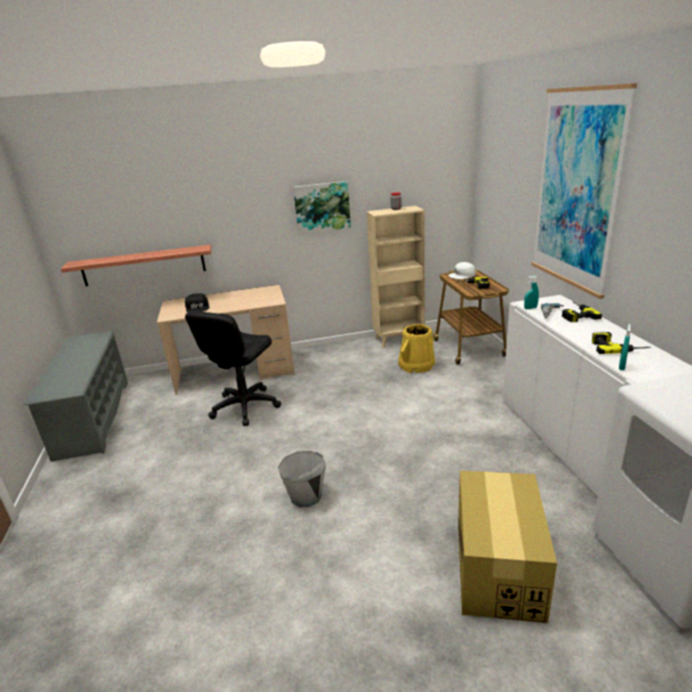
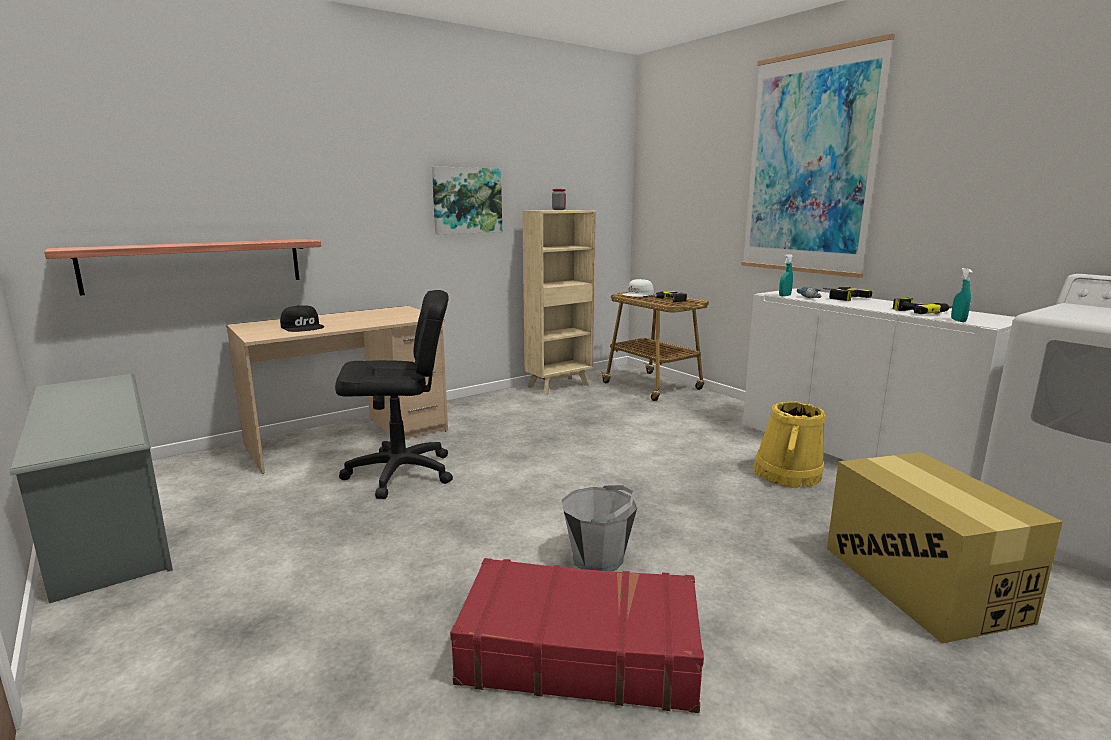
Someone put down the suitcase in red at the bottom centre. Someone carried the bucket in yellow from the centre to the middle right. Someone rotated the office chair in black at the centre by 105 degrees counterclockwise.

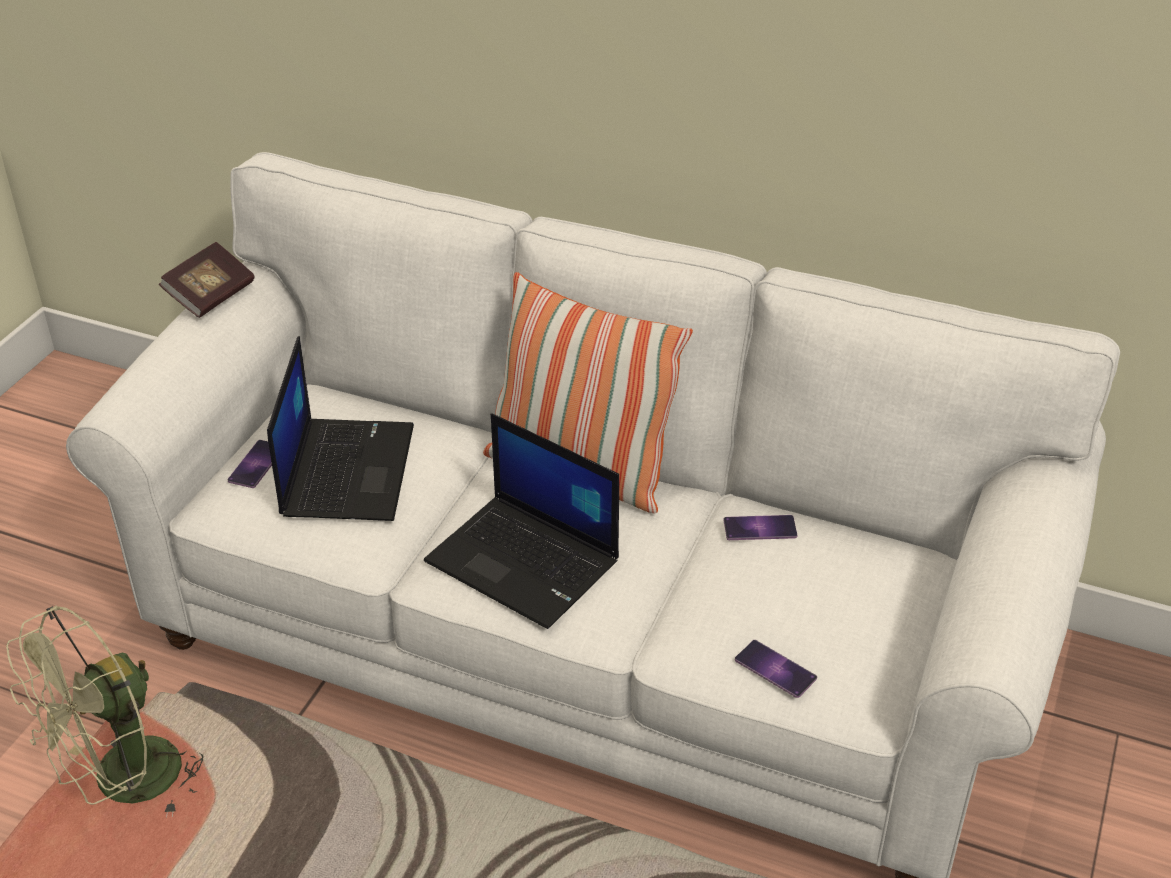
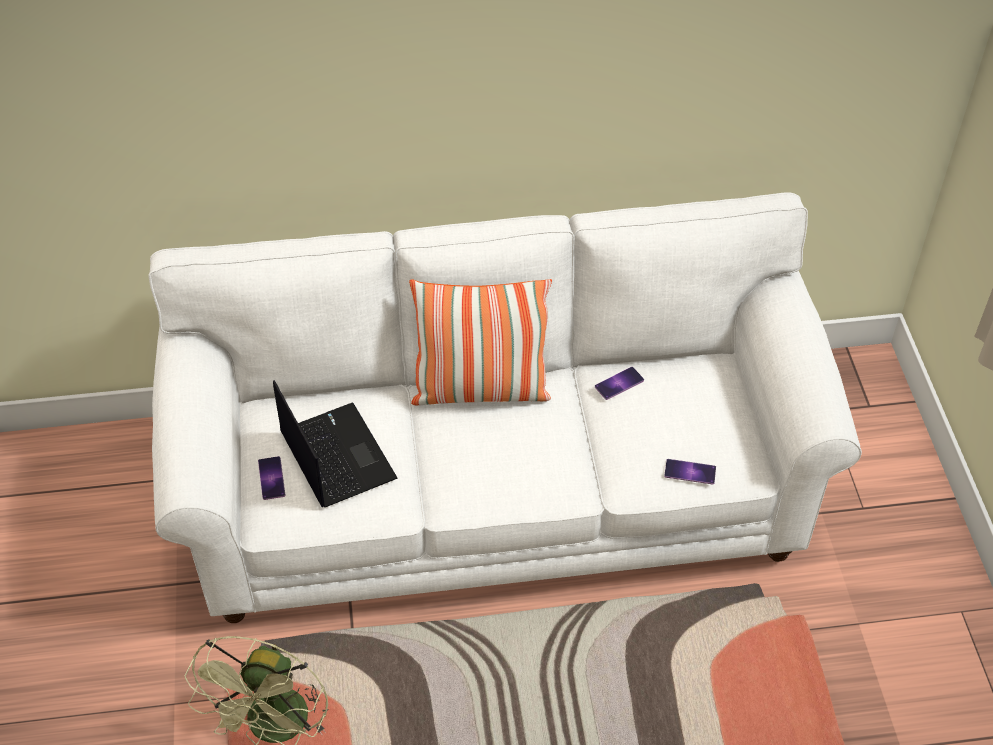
Someone took away the book at the top left. Someone took away the laptop (no. 2 from left) at the centre.

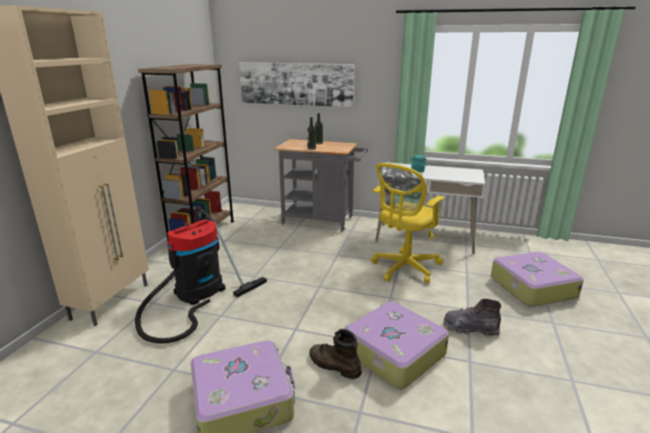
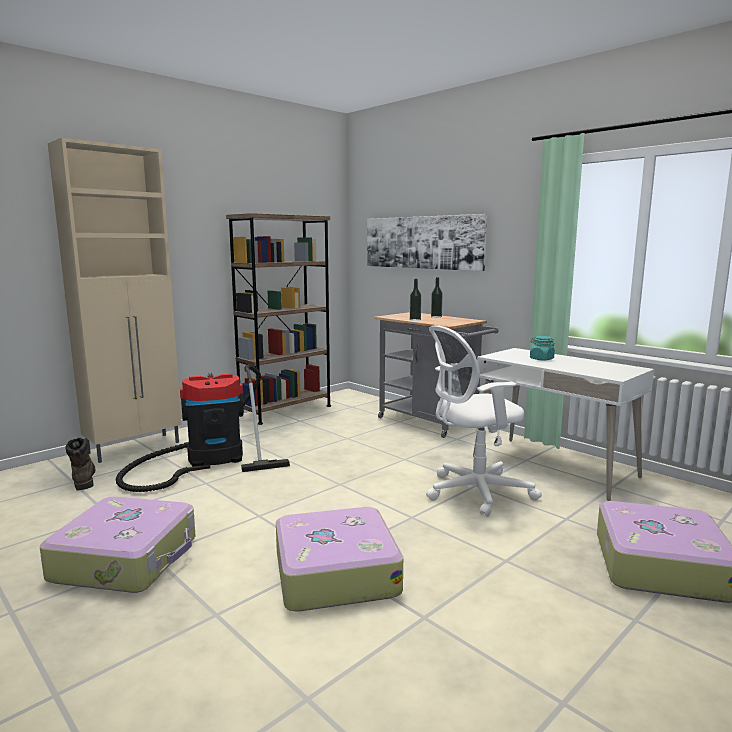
Someone took away the boot in grey at the bottom right. Someone carried the boot in brown from the bottom centre to the middle left. Someone repainted the office chair in yellow at the centre, which became the office chair in white at the centre.

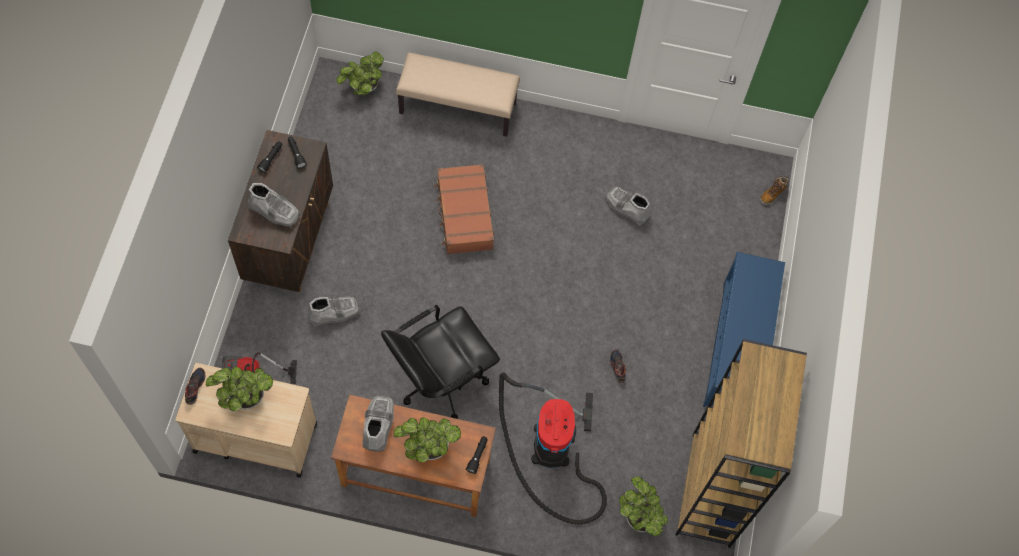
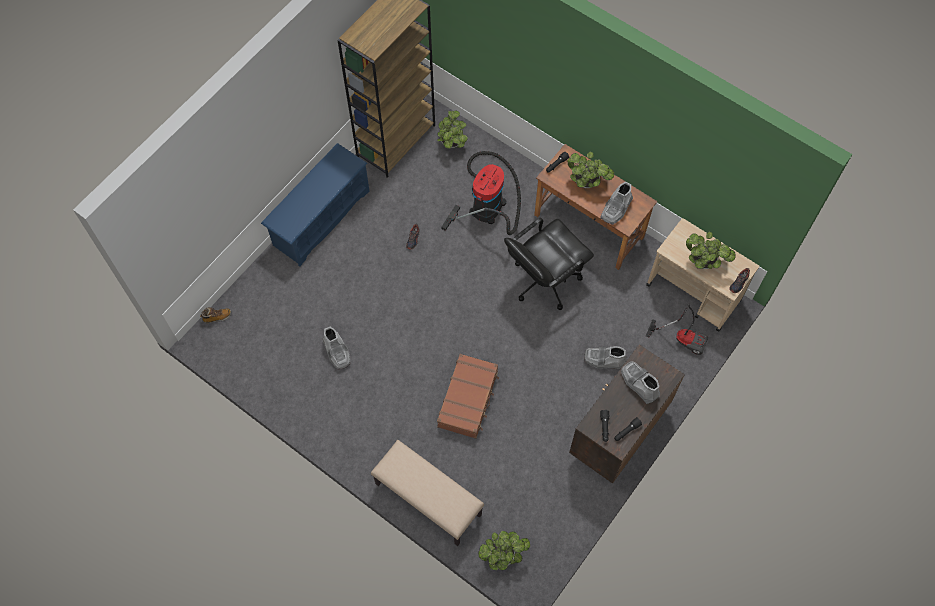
Someone rotated the office chair in black at the centre by 150 degrees clockwise.

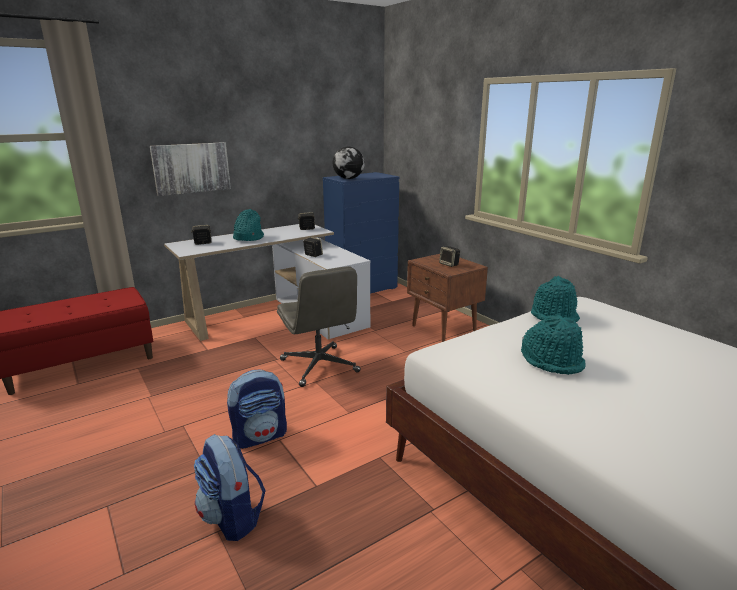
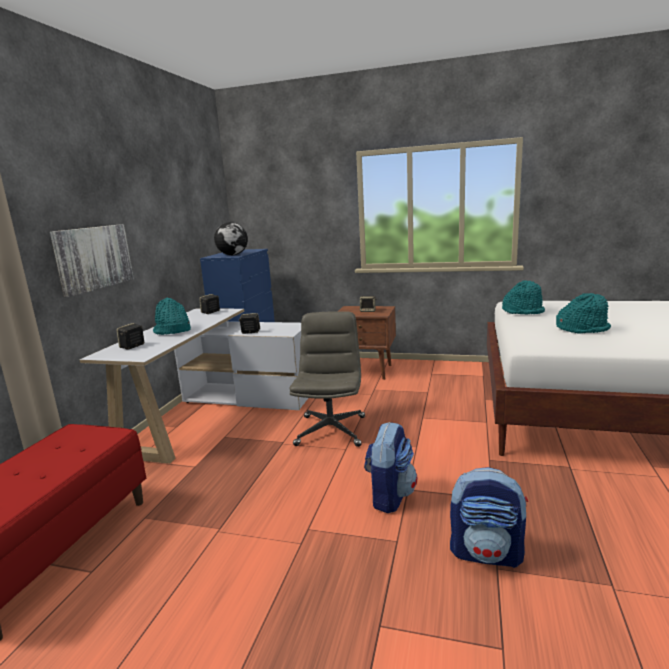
Someone rotated the office chair in grey at the centre by 105 degrees counterclockwise.

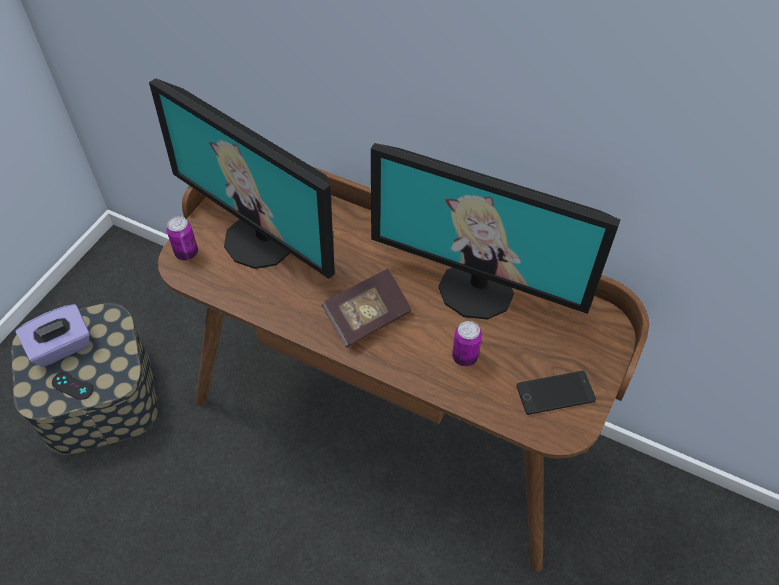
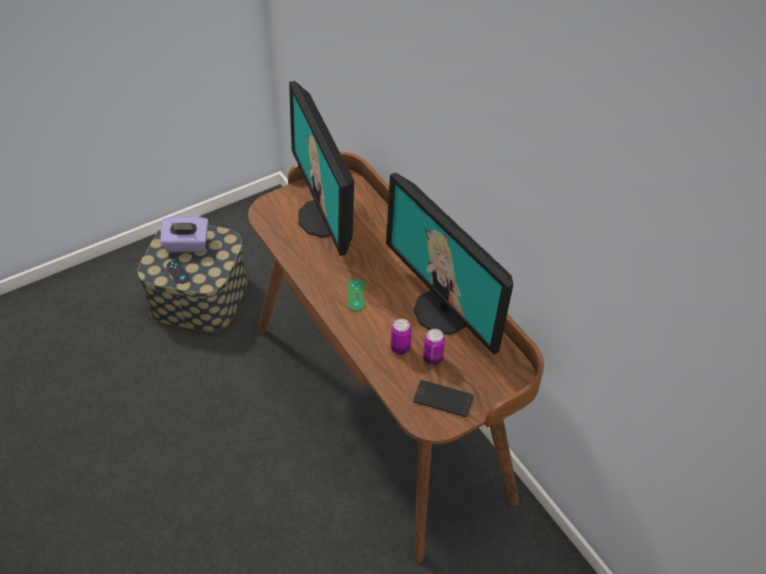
Someone carried the can (no. 1 from left in the first image) from the middle left to the centre. Someone swapped the book at the centre for the game controller in green at the centre.

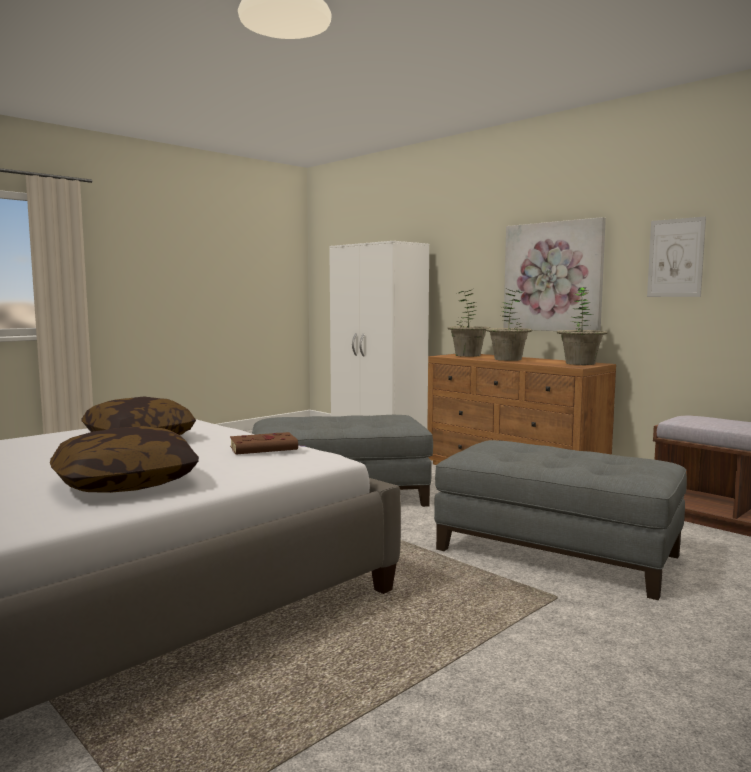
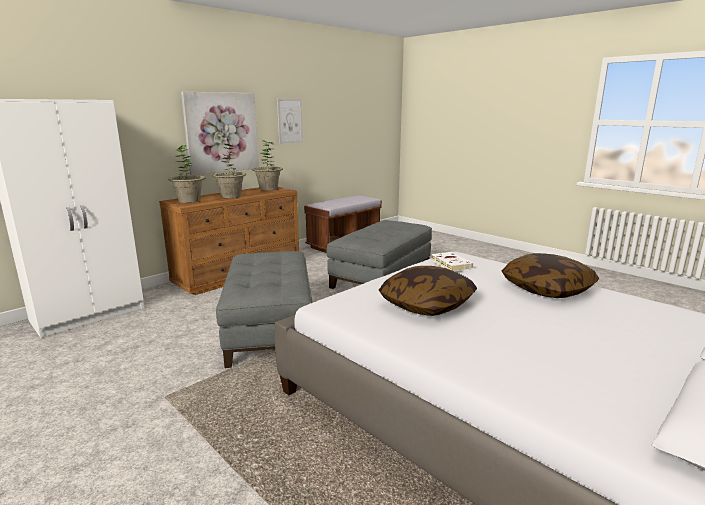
Someone repainted the book in brown at the centre, which became the book in white at the centre.

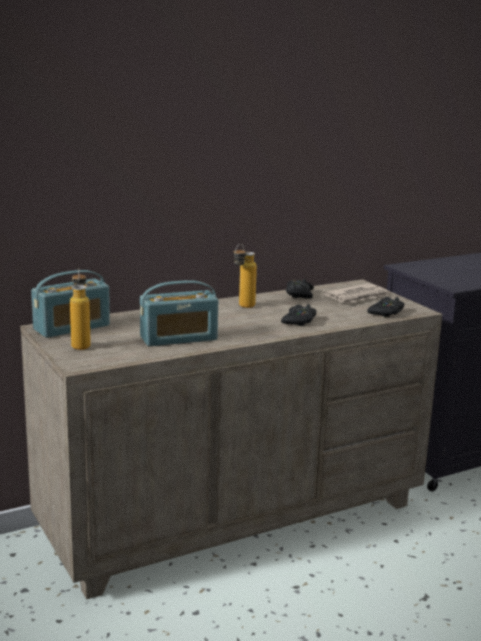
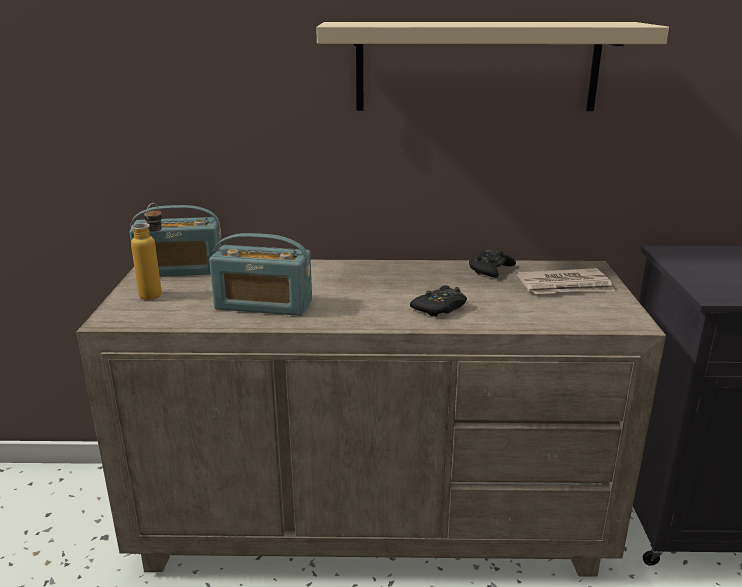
Someone took away the bottle (no. 2 from left) at the centre. Someone took away the game controller in black (no. 3 from left) at the middle right. Someone put up the shelf in beige at the top centre.

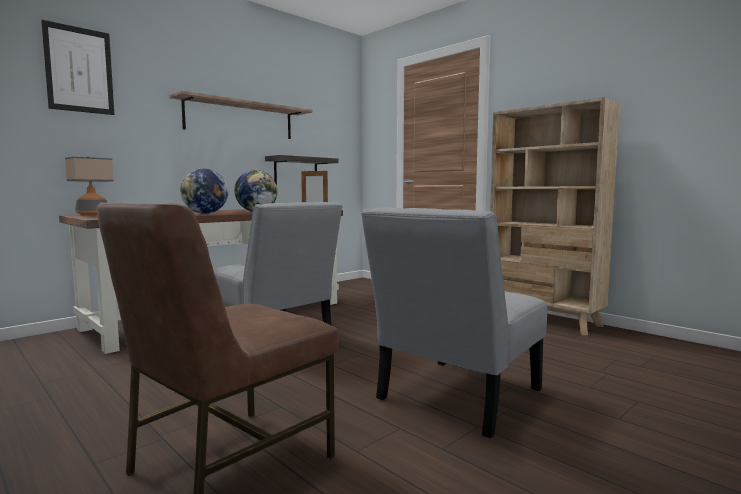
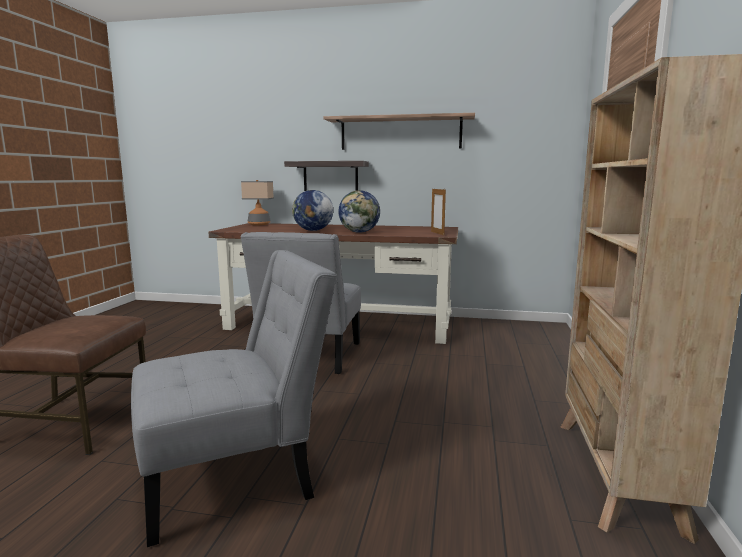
Someone took away the picture at the top left. Someone carried the shelf (no. 2 from left in the first image) from the centre to the top centre. Someone rotated the chair in grey (no. 2 from left in the first image) at the centre by 150 degrees clockwise.

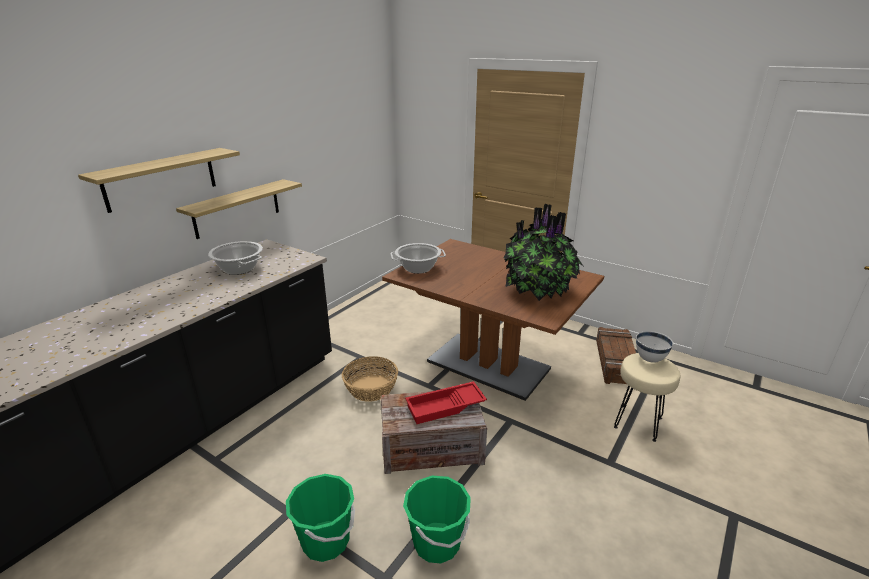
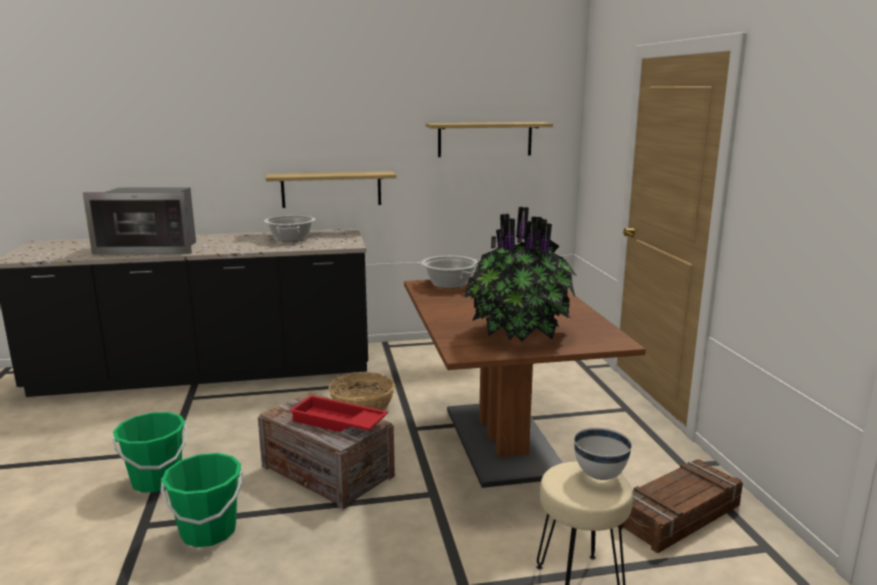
Someone put down the microwave at the middle left. Someone carried the shelf (no. 1 from left in the first image) from the top left to the top centre.

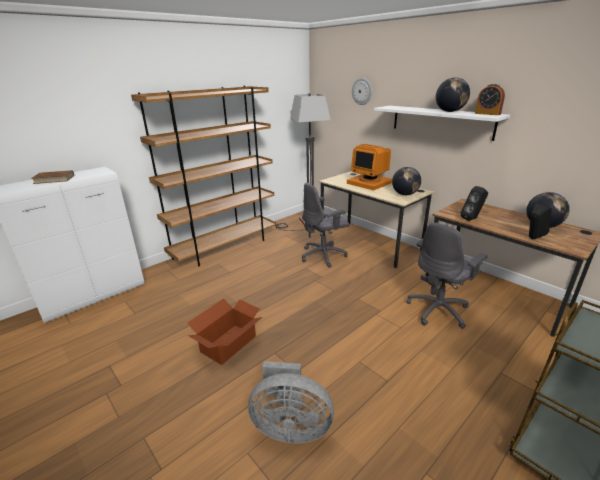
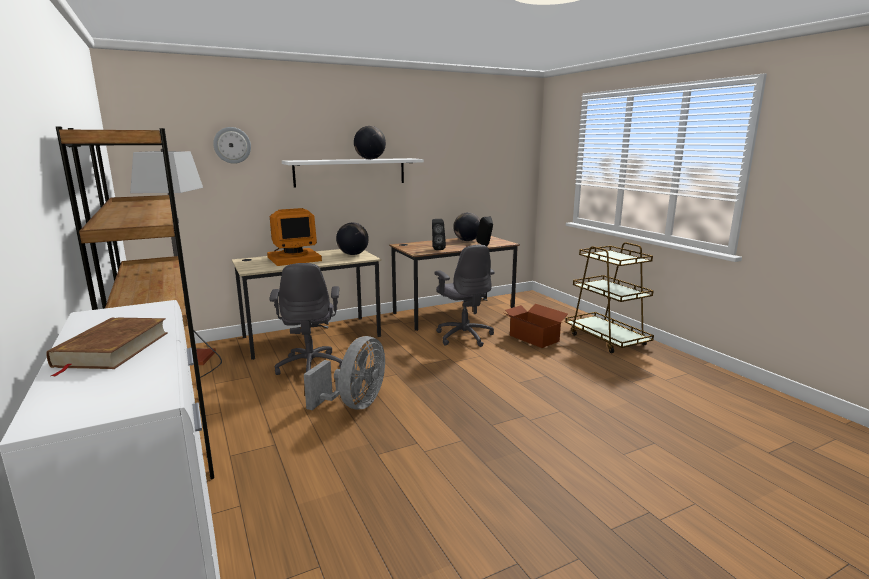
Someone took away the alarm clock at the top right. Someone carried the cardboard box from the bottom centre to the centre. Someone carried the fan in grey from the bottom centre to the centre.

